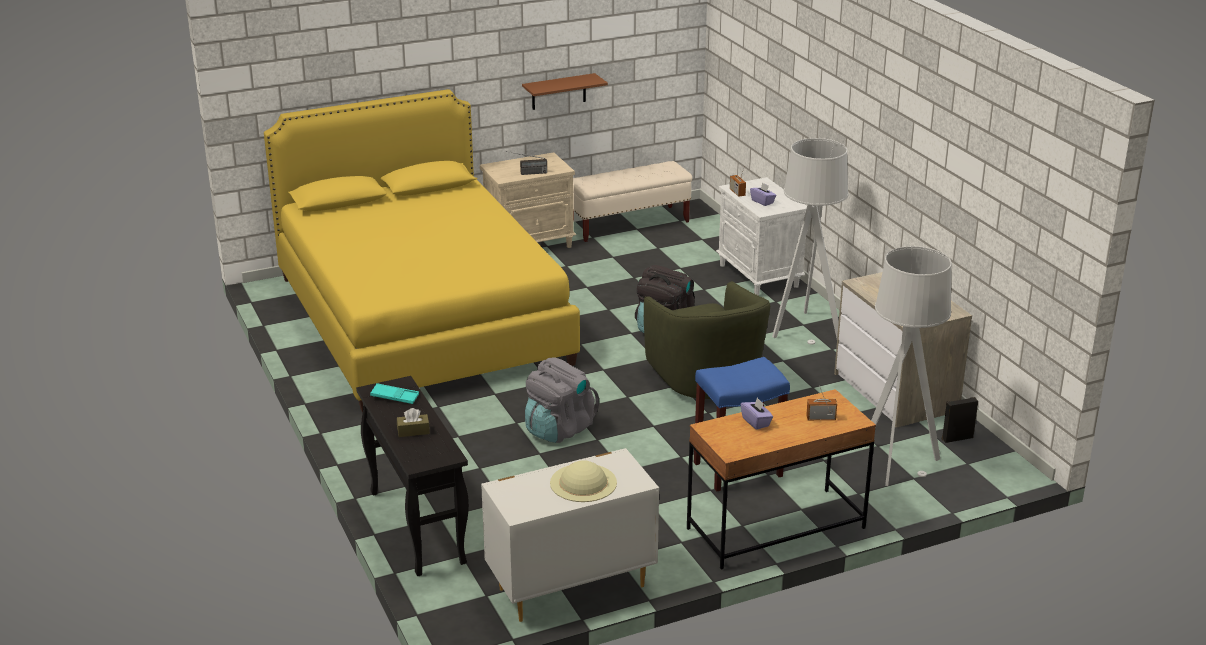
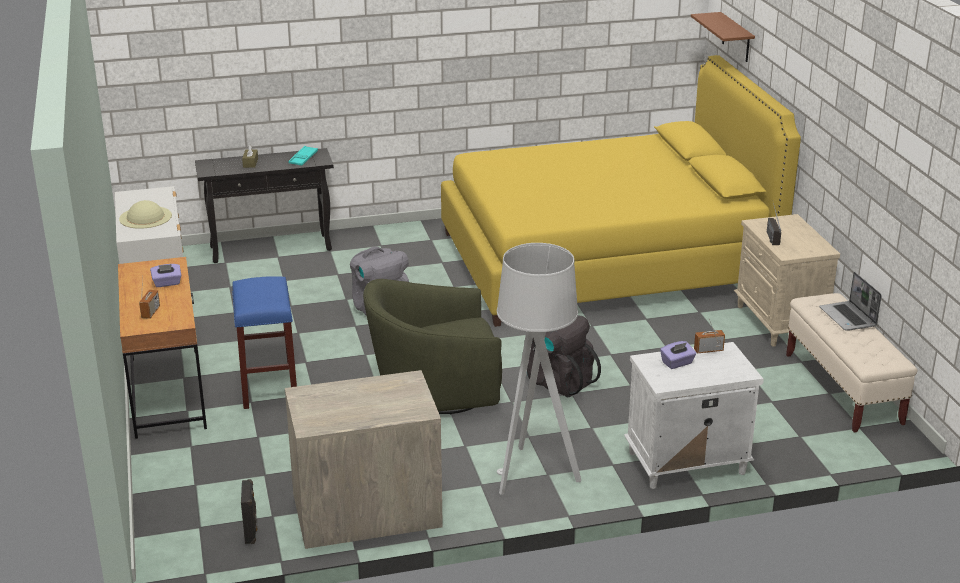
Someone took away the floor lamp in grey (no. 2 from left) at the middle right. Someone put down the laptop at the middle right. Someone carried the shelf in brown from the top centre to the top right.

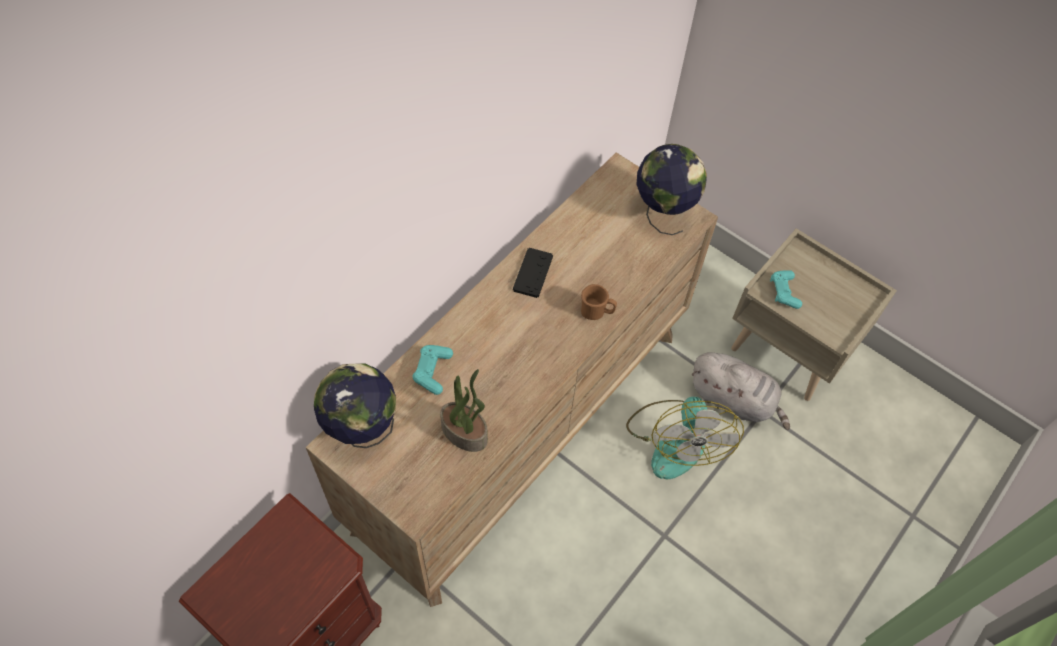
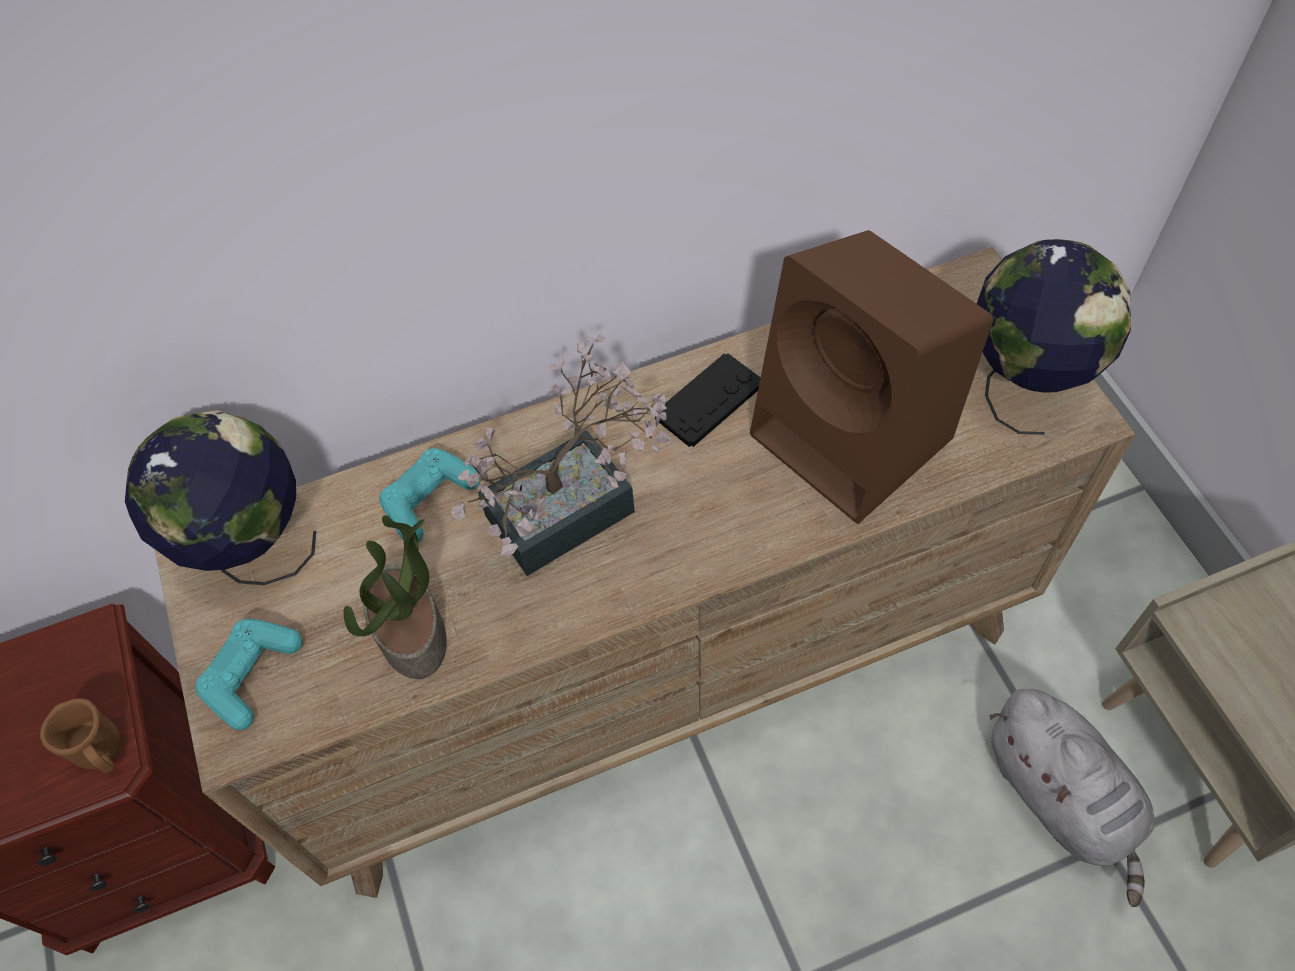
Someone took away the fan at the bottom centre. Someone put down the potted plant (no. 2 from left) at the centre. Someone put down the speaker in brown at the middle right. Someone carried the mug in brown from the centre to the bottom left. Someone carried the game controller in turquoise (no. 2 from left in the first image) from the middle right to the bottom left.

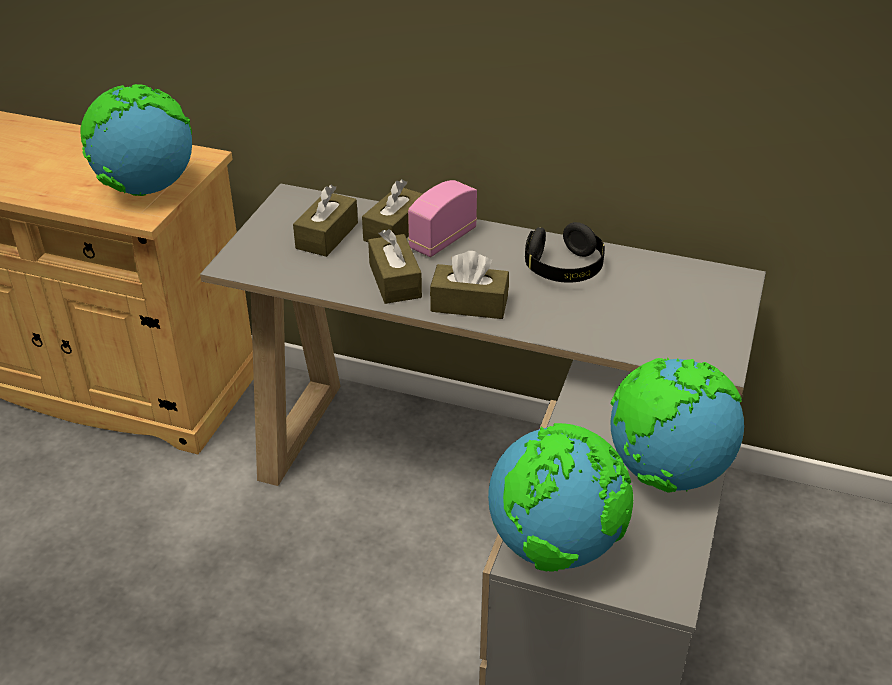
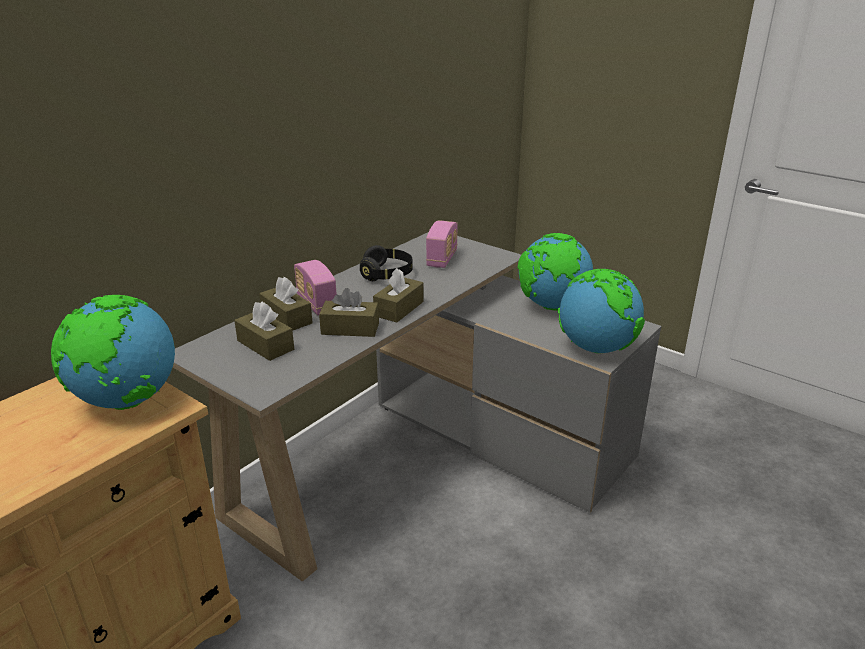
Someone put down the radio (no. 2 from left) at the centre.

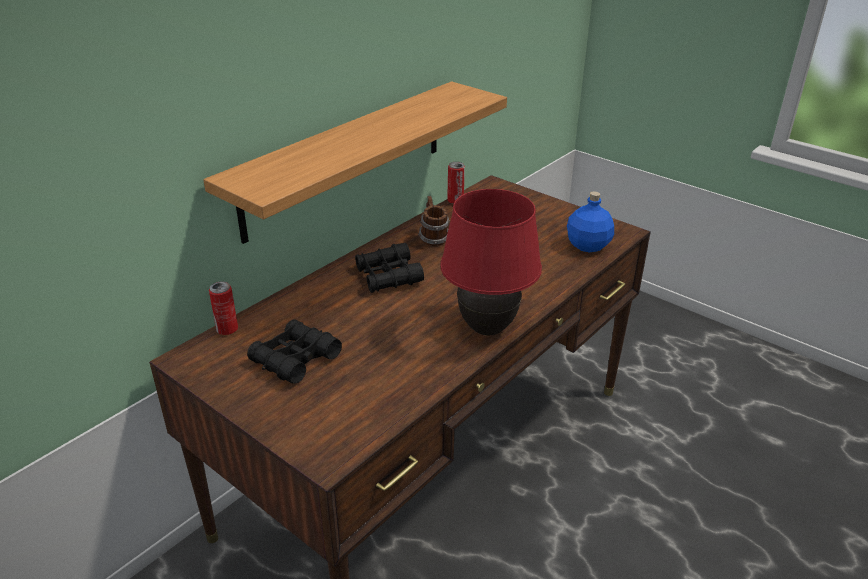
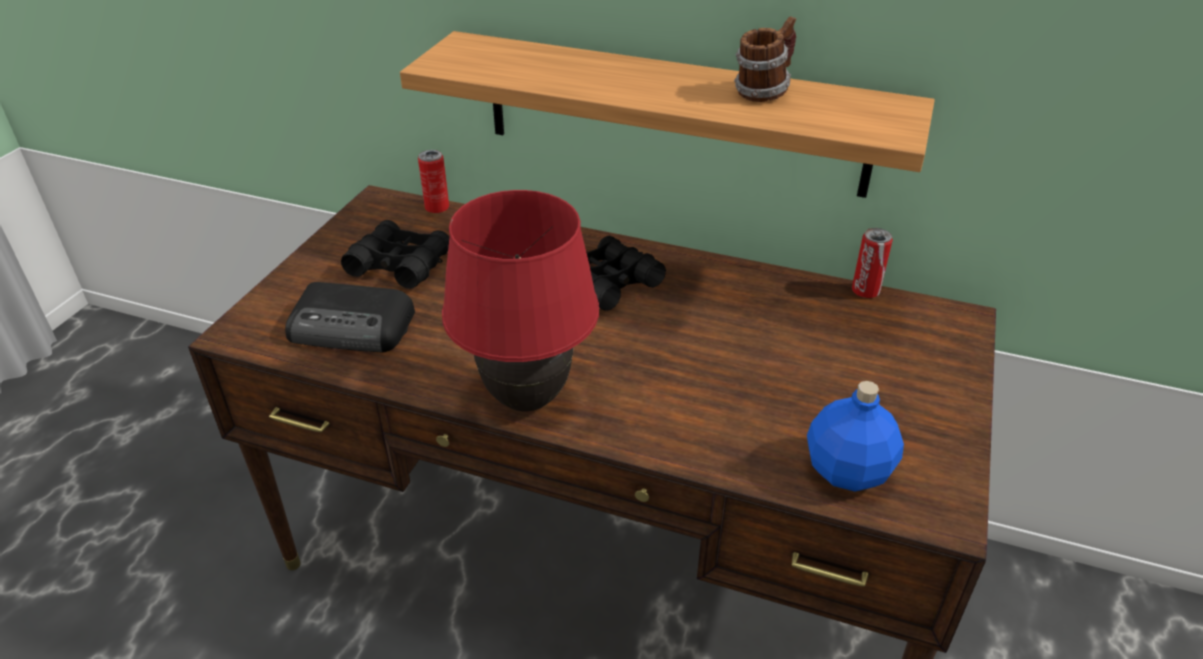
Someone put down the radio at the middle left. Someone carried the mug from the centre to the top centre.

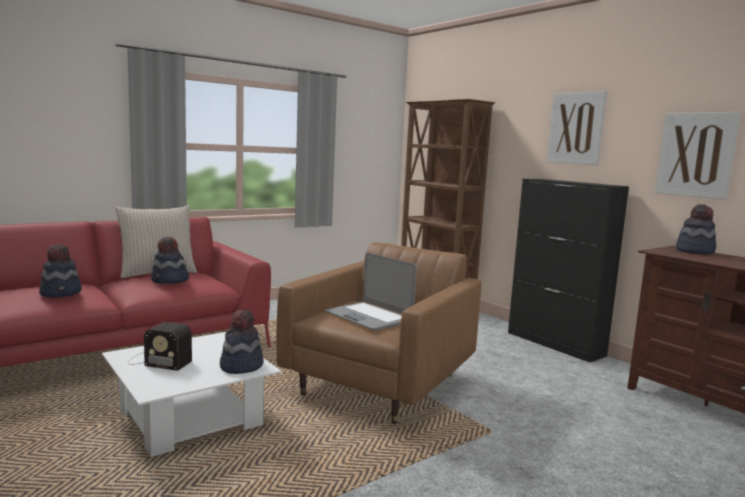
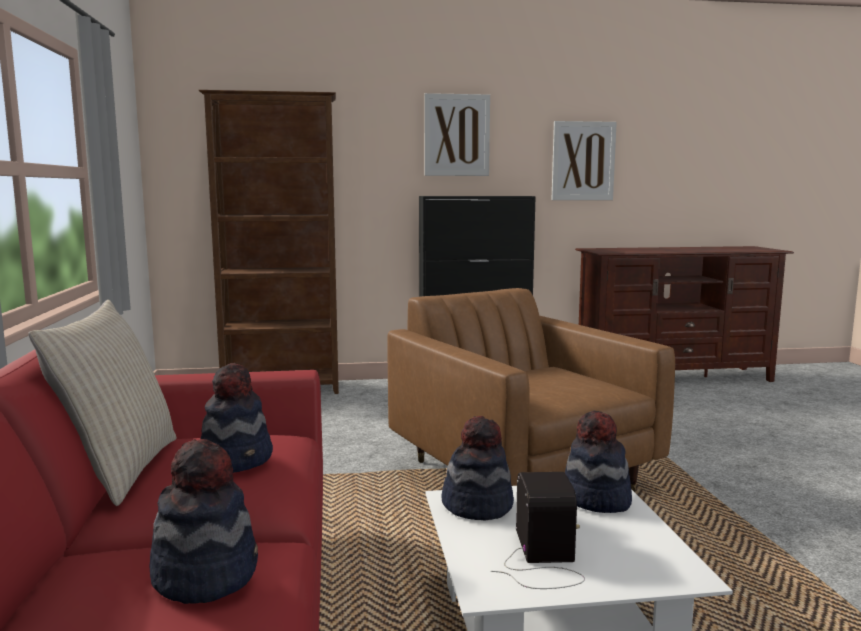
Someone took away the laptop at the centre. Someone carried the hat (no. 4 from left in the first image) from the middle right to the bottom centre. Someone rotated the radio at the bottom left by 45 degrees counterclockwise.

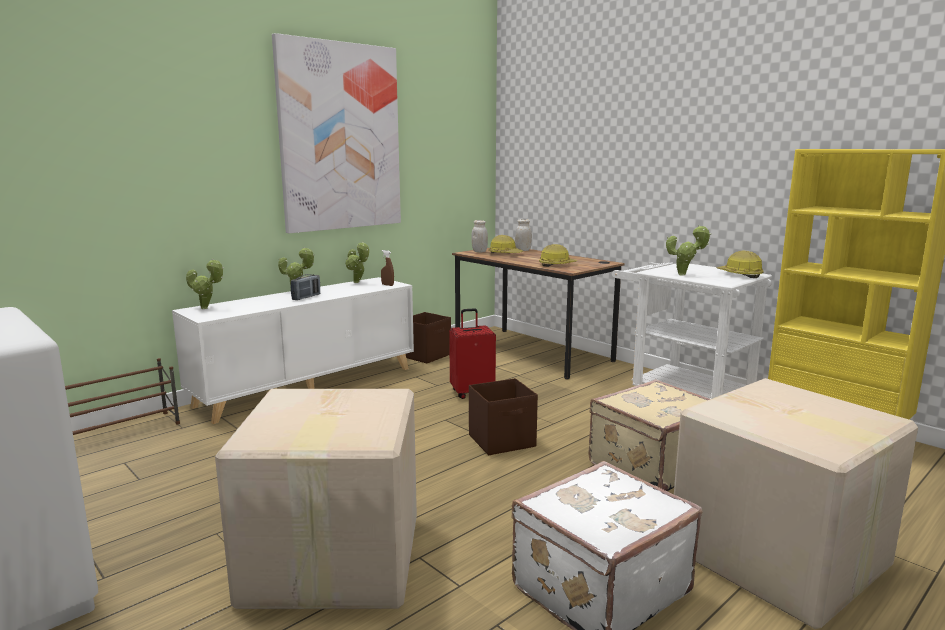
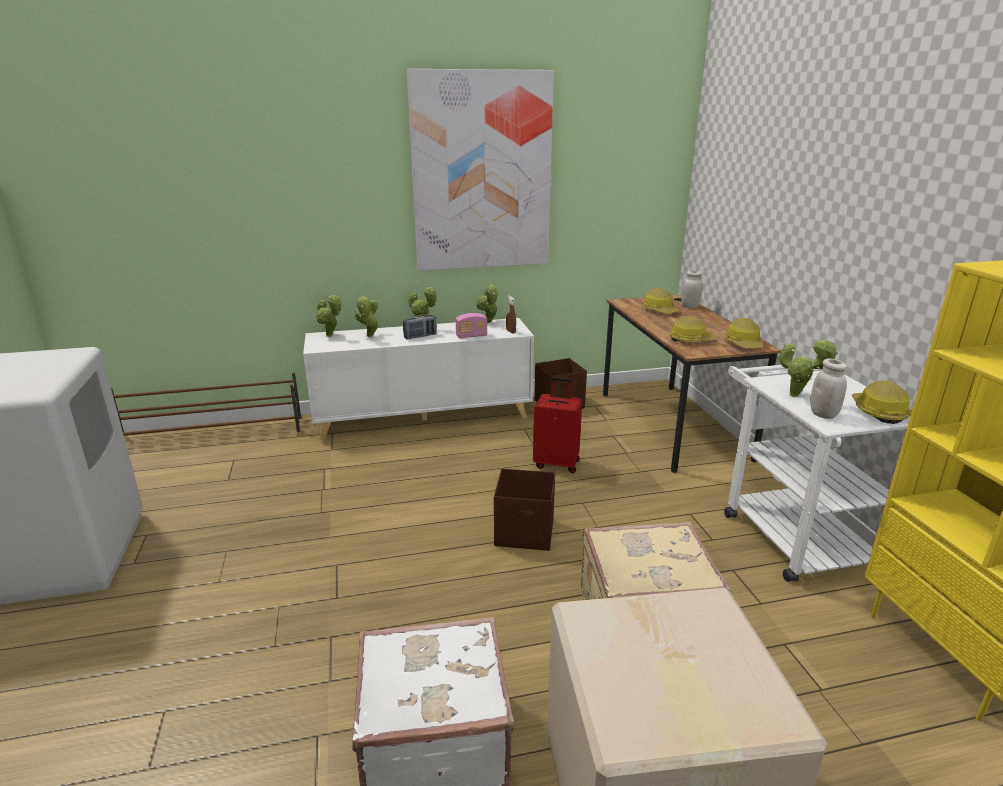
Someone took away the cardboard box (no. 1 from left) at the bottom centre. Someone put down the potted plant (no. 2 from left) at the centre. Someone put down the radio (no. 2 from left) at the centre. Someone put down the hard hat (no. 3 from left) at the middle right. Someone carried the jar in white (no. 1 from left in the first image) from the centre to the middle right.

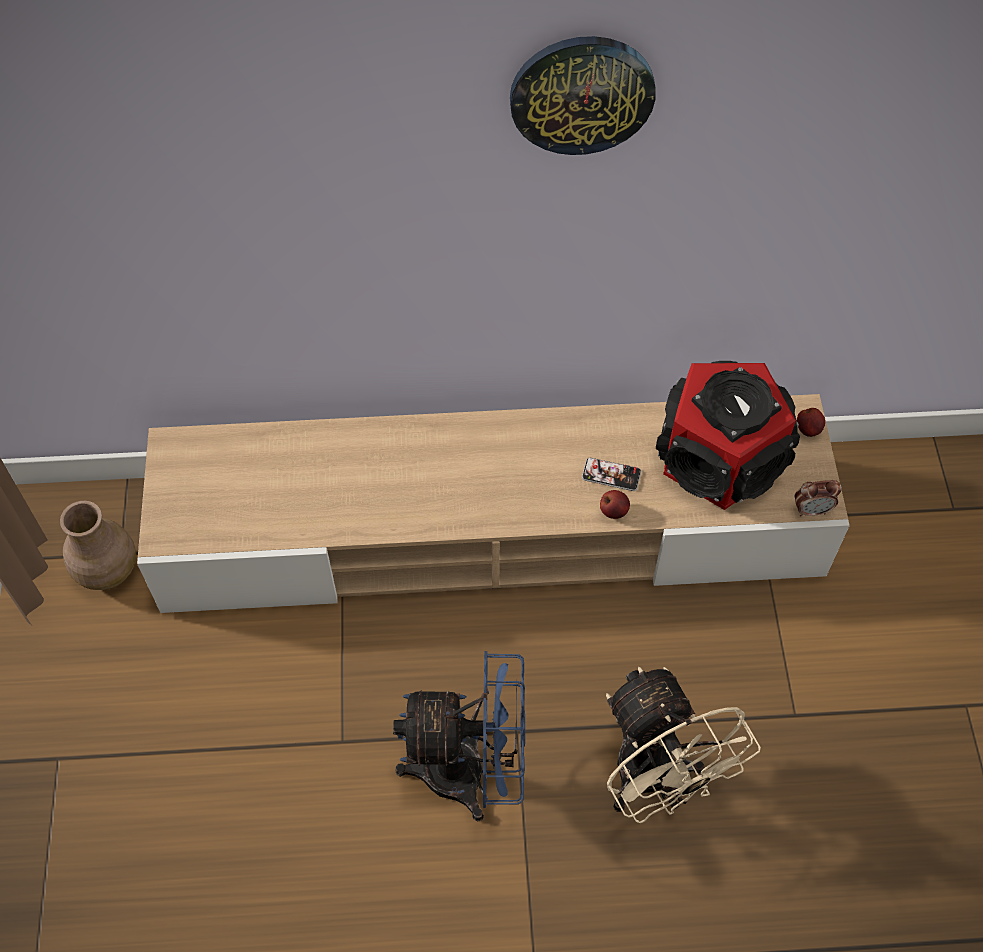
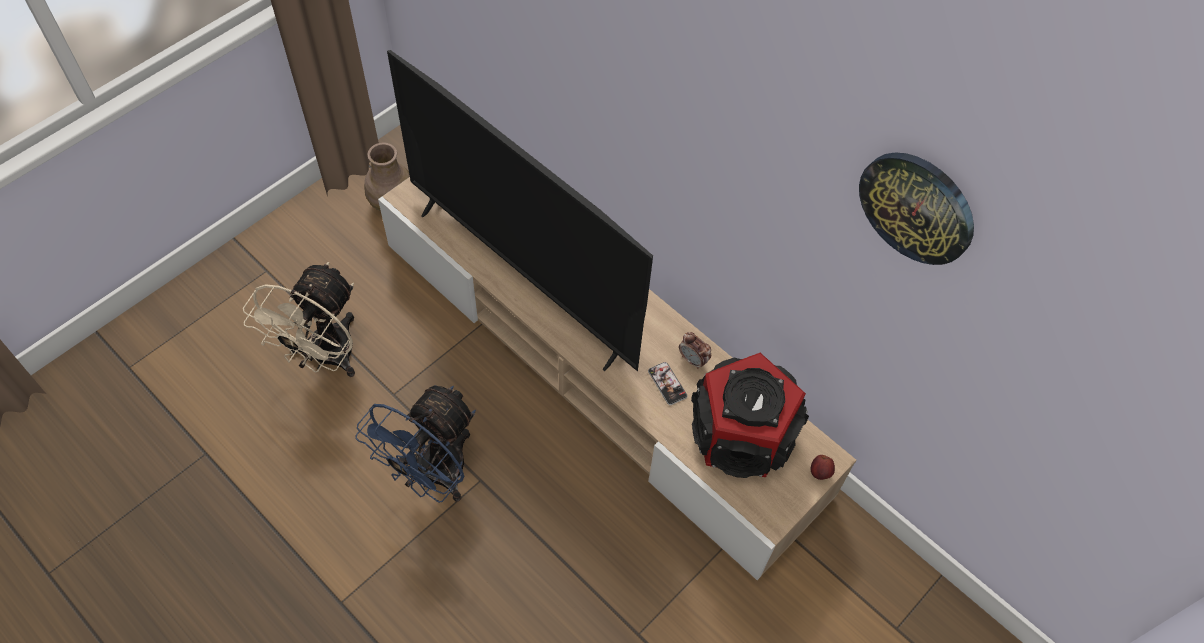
Someone took away the apple (no. 1 from left) at the centre. Someone put down the television at the top centre. Someone carried the wall clock from the top centre to the top right. Someone carried the fan in beige from the bottom right to the middle left. Someone carried the alarm clock from the middle right to the centre. Someone rotated the fan in blue at the bottom centre by 75 degrees clockwise.

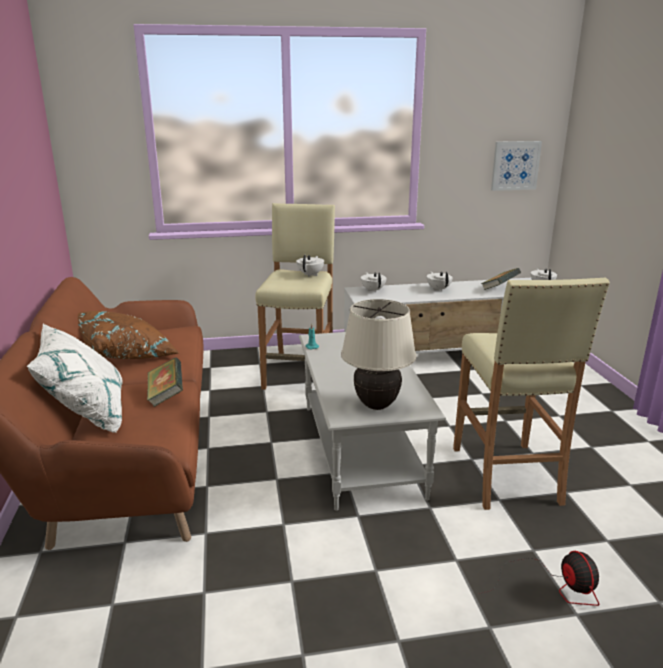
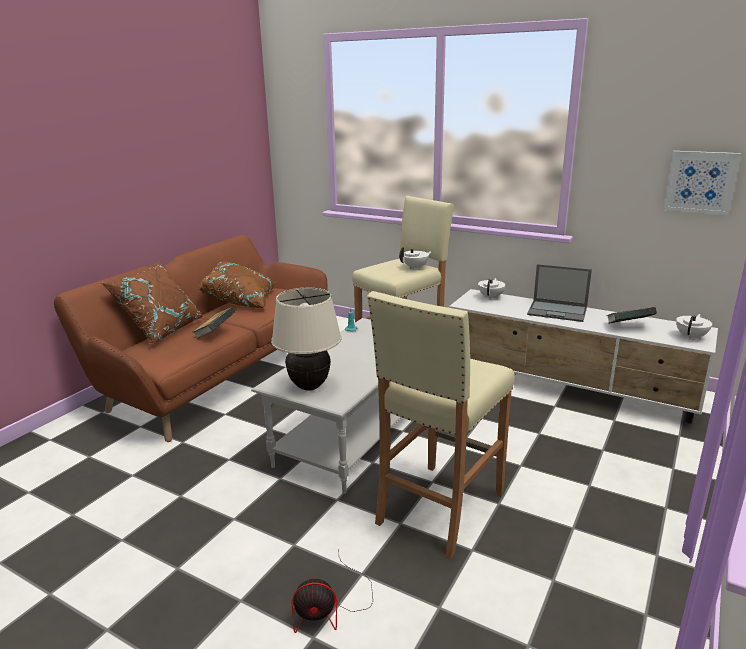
Someone swapped the teapot in white (no. 3 from left) at the centre for the laptop at the middle right. Someone repainted the pillow in white at the middle left, which became the pillow in brown (no. 1 from left) at the middle left. Someone rotated the fan at the bottom right by 60 degrees clockwise.

